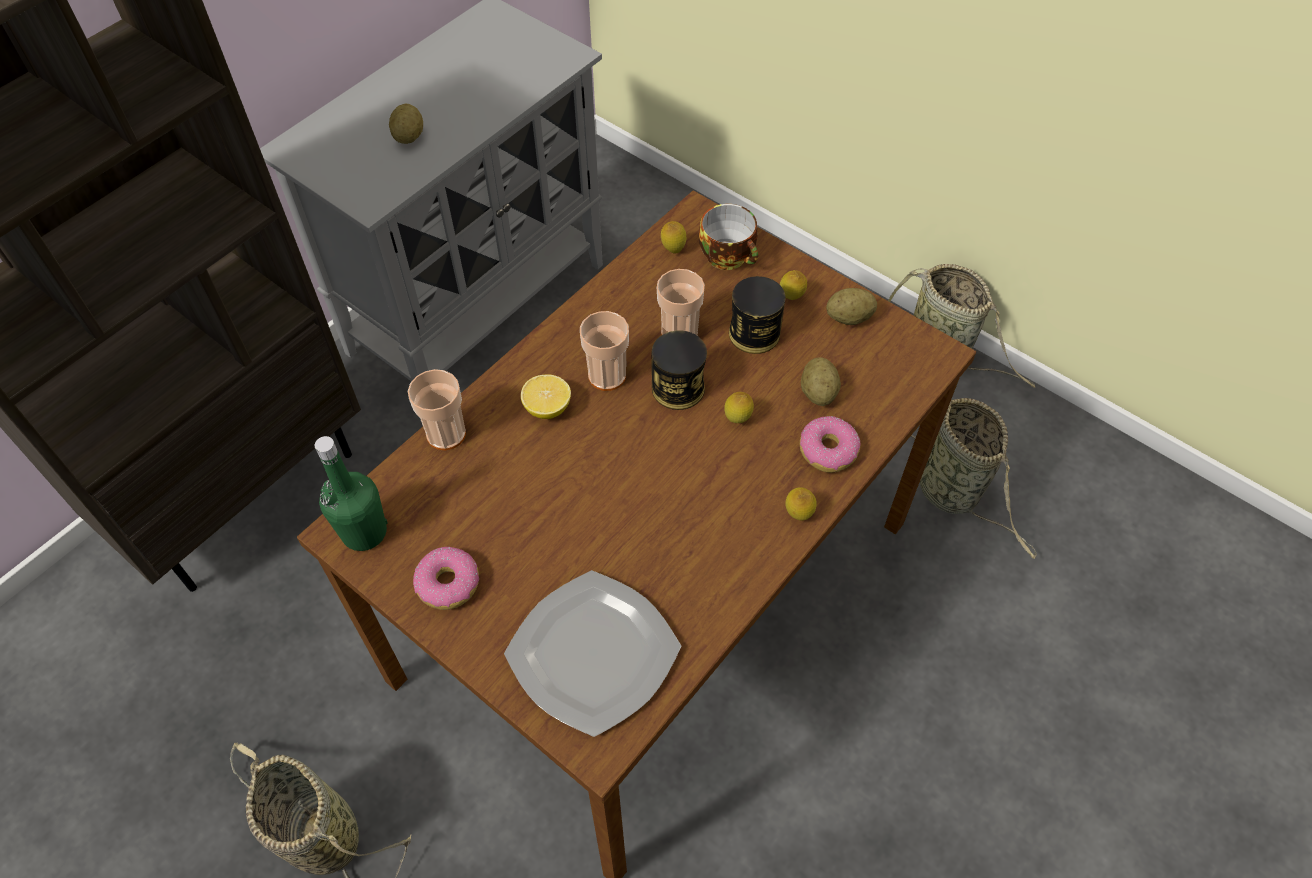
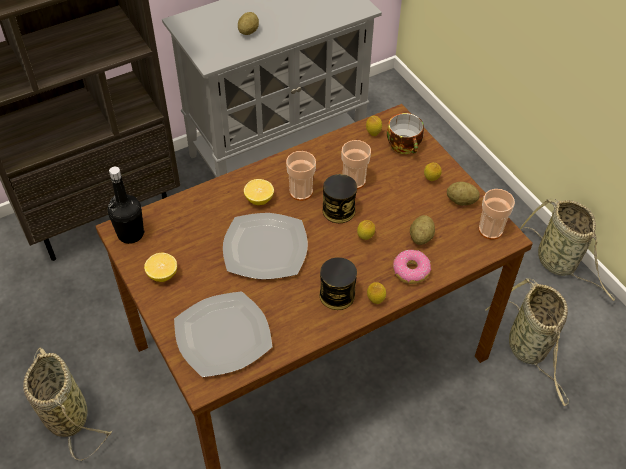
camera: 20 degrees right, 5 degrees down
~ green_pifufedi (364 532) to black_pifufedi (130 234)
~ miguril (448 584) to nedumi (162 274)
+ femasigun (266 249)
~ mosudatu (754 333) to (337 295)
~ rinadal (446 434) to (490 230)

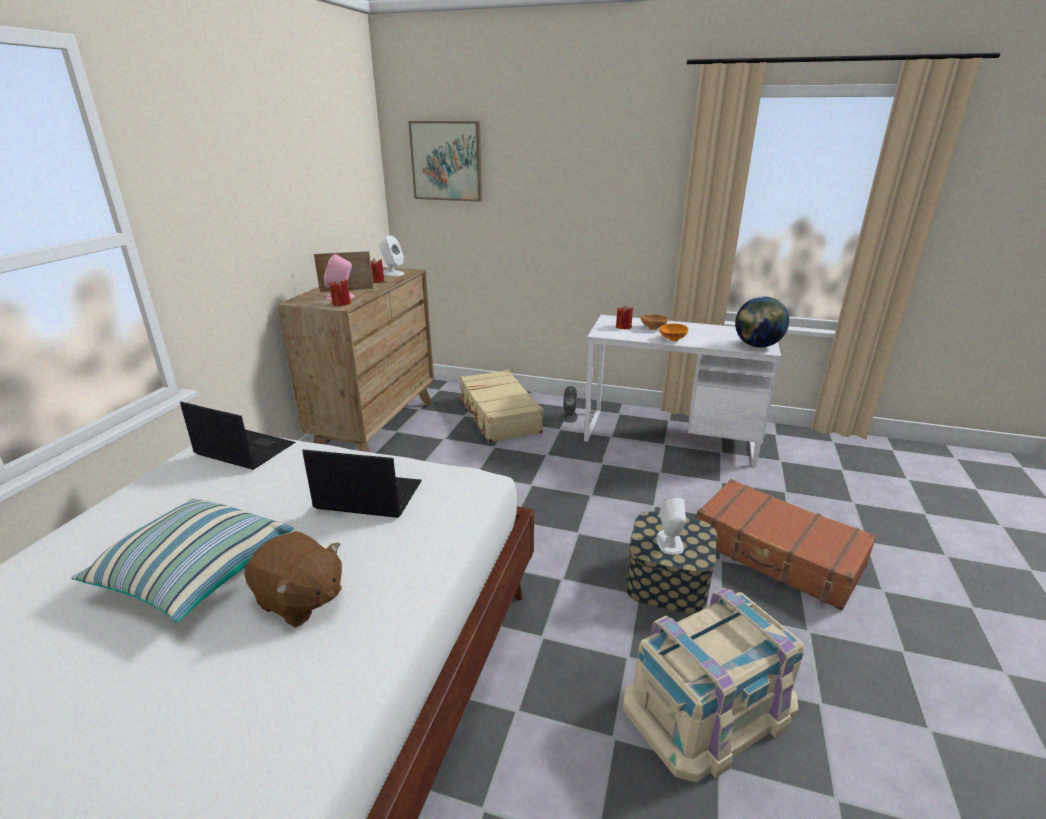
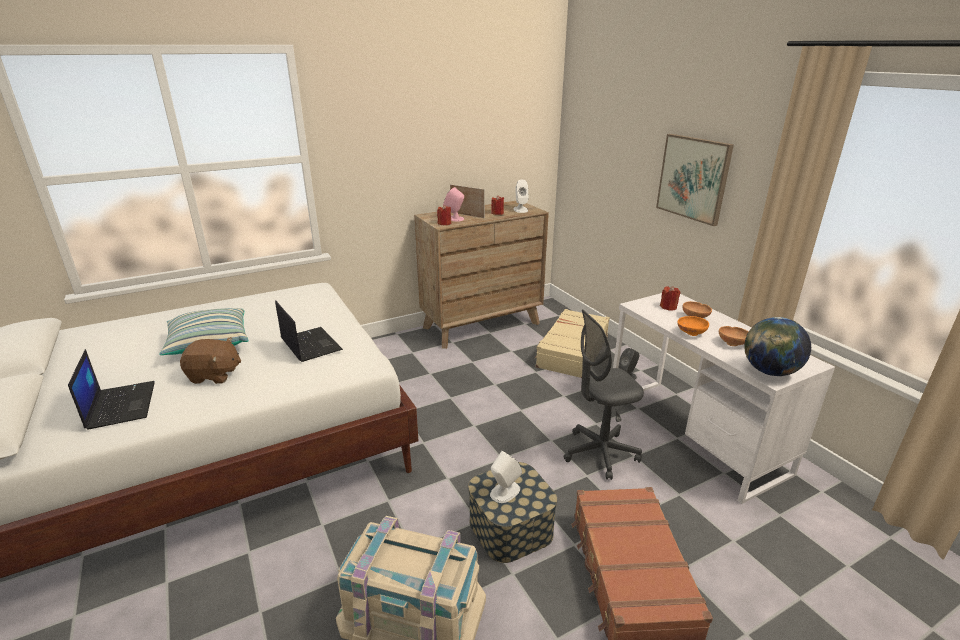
camera: 45 degrees right, 0 degrees up
~ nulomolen (243 449) to (120 405)
~ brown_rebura (300 600) = (214 375) 75 degrees counterclockwise
+ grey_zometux (600 453)
~ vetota (446 161) to (693 178)
+ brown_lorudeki (733 343)

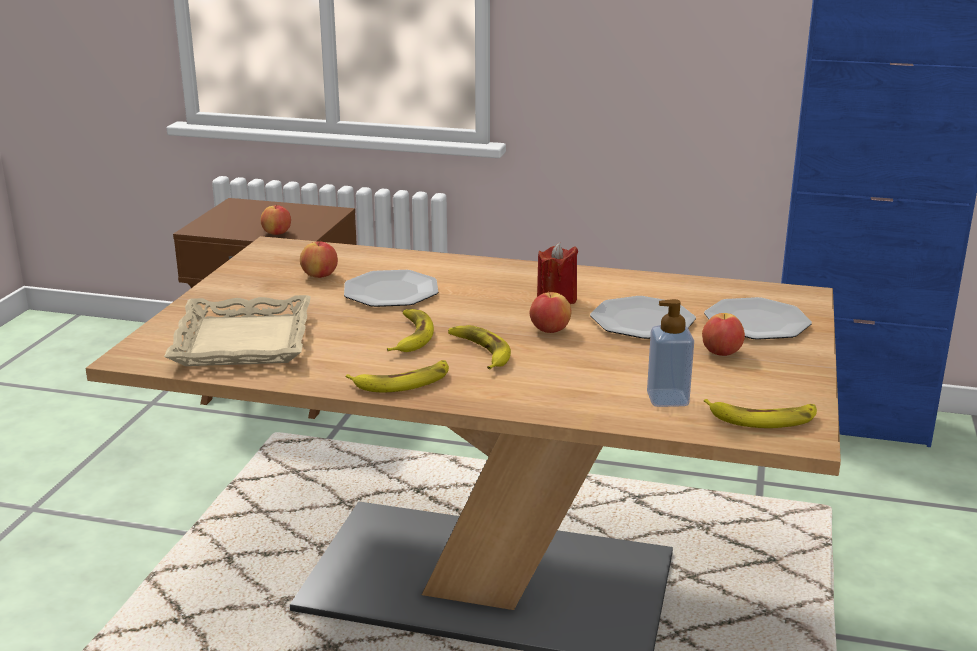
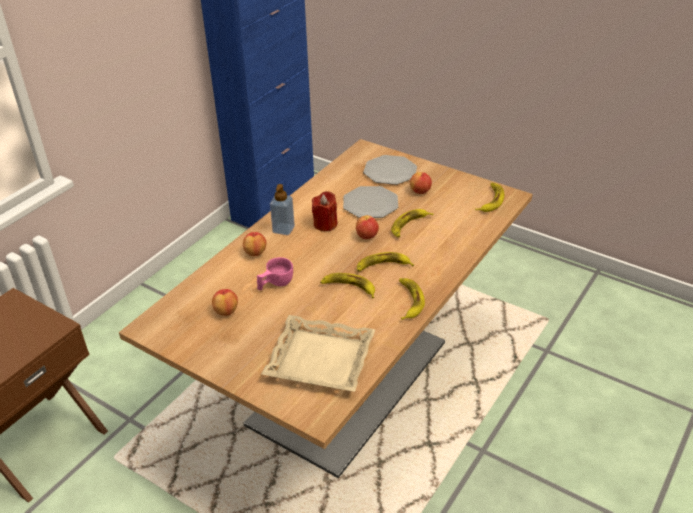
camera: 70 degrees left, 15 degrees up
~ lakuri (277 233) to (255 253)
~ femasigun (391 291) to pink_rinadal (275 284)
~ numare (667 399) to (283 229)
+ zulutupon (409 226)

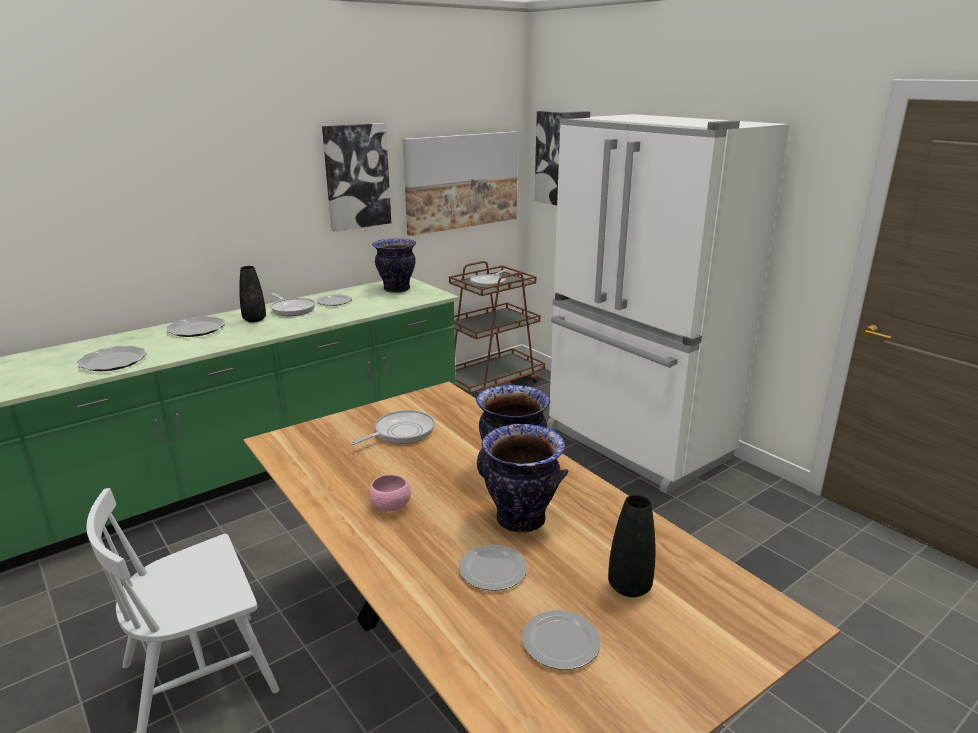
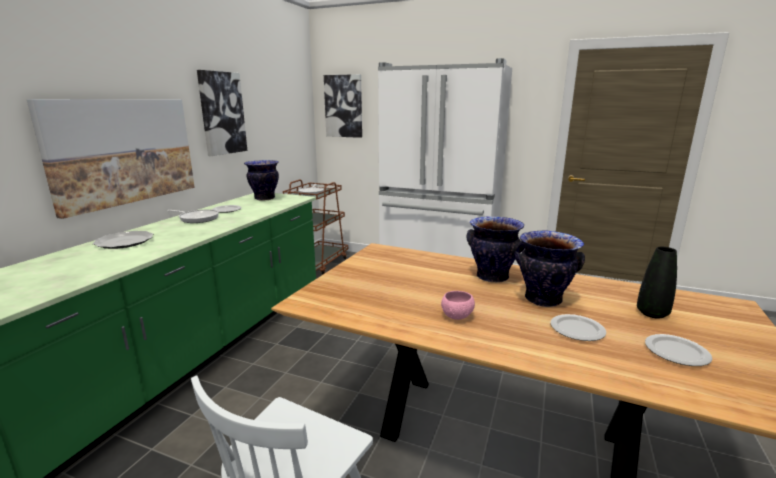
camera: 30 degrees left, 5 degrees down
~ vetota (461 181) to (123 151)
- femasigun (113 361)
- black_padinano (254 319)
- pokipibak (400 432)

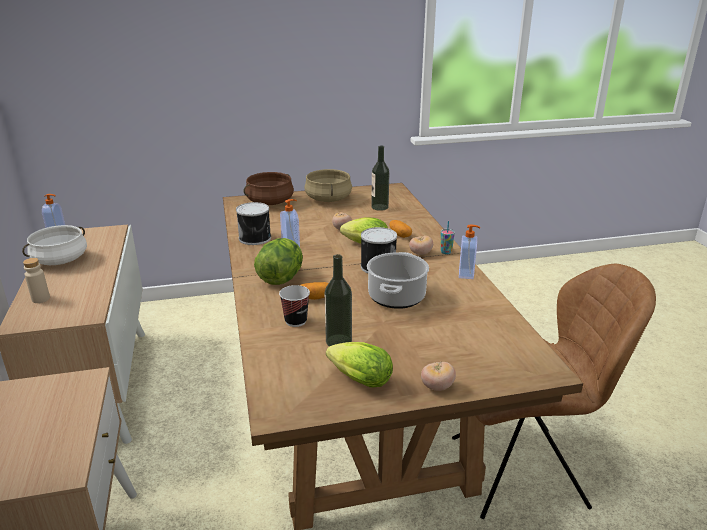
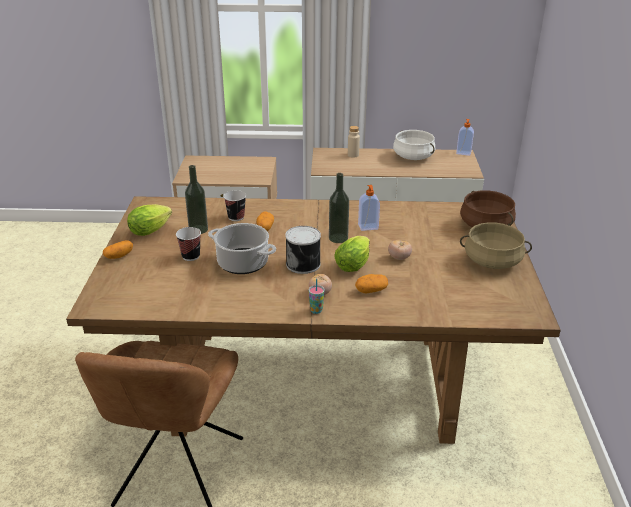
camera: 105 degrees right, 5 degrees up
~ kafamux (437 387) to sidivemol (119 256)
+ rinadal (191 256)
~ pifufedi (379 207) to (338 238)
- mosudatu (256 238)
- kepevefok (281 278)
- numare (467 274)

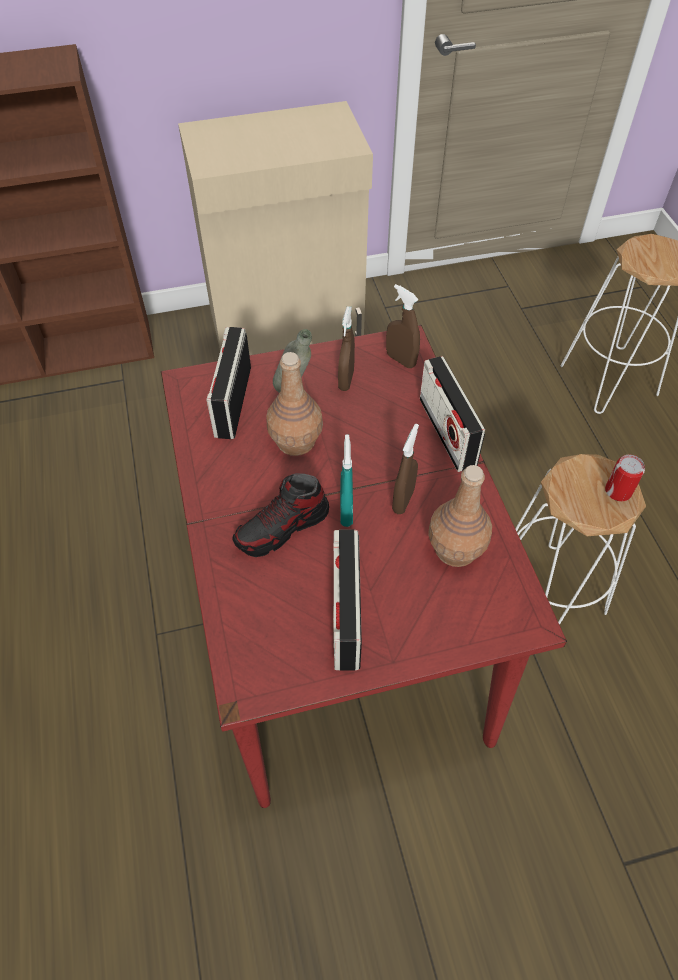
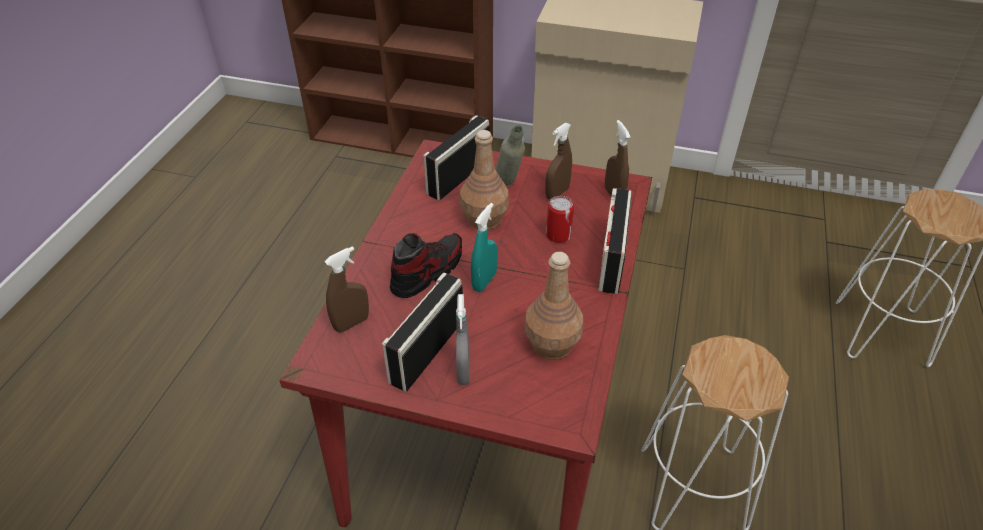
camera: 30 degrees right, 10 degrees down
~ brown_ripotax (403 500) to (351 323)
~ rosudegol (282 528) = (427 272) 135 degrees clockwise
+ grey_ripotax (463 371)
~ mosudatu (618 491) to (558 235)

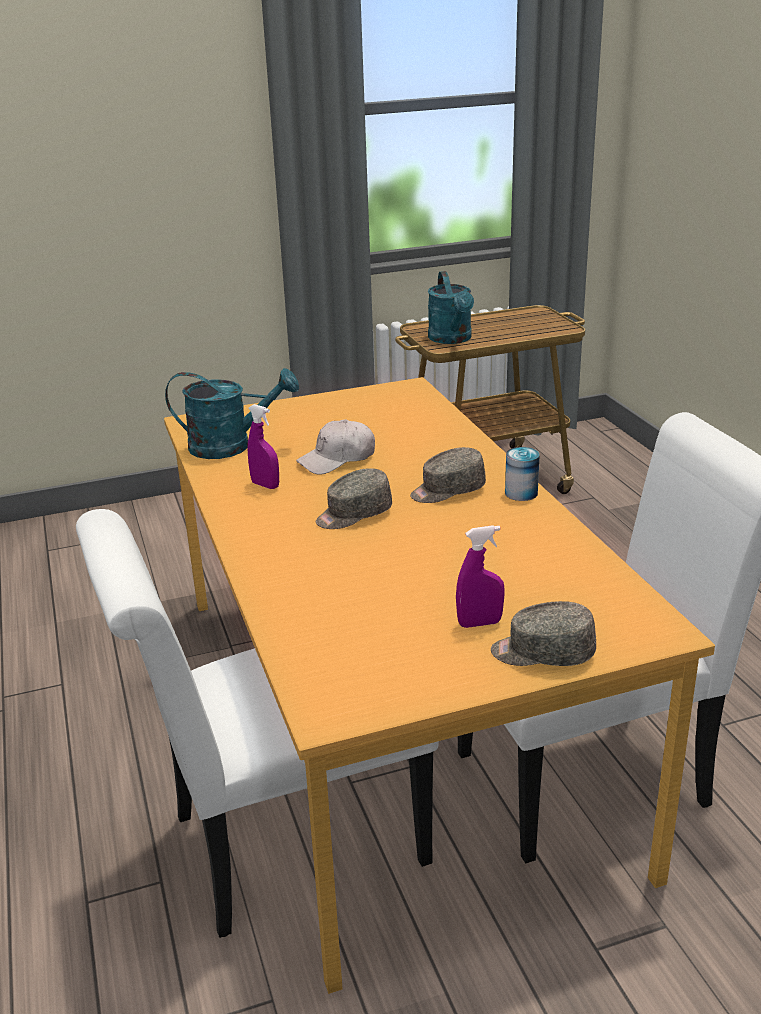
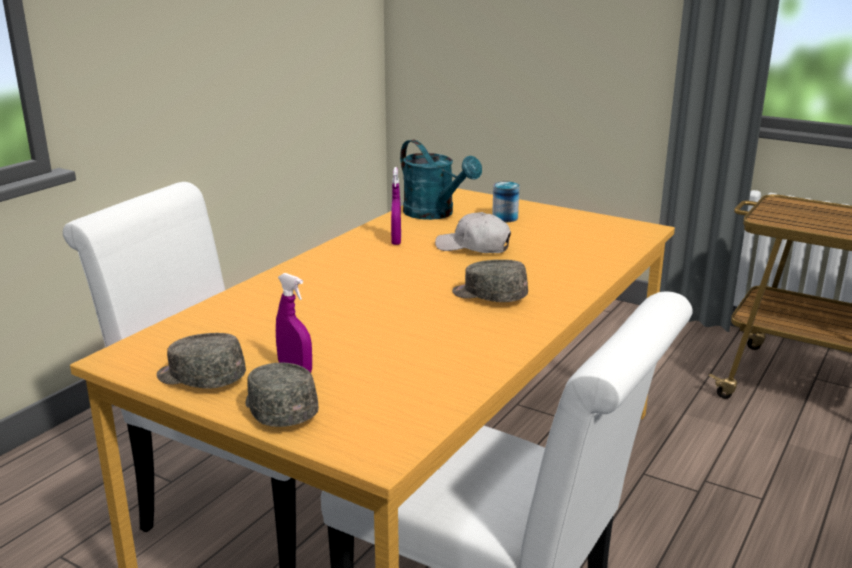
camera: 50 degrees right, 5 degrees down
~ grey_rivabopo (353 514) to (200 378)
~ mosudatu (521 493) to (505 218)
- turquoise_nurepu (452 339)

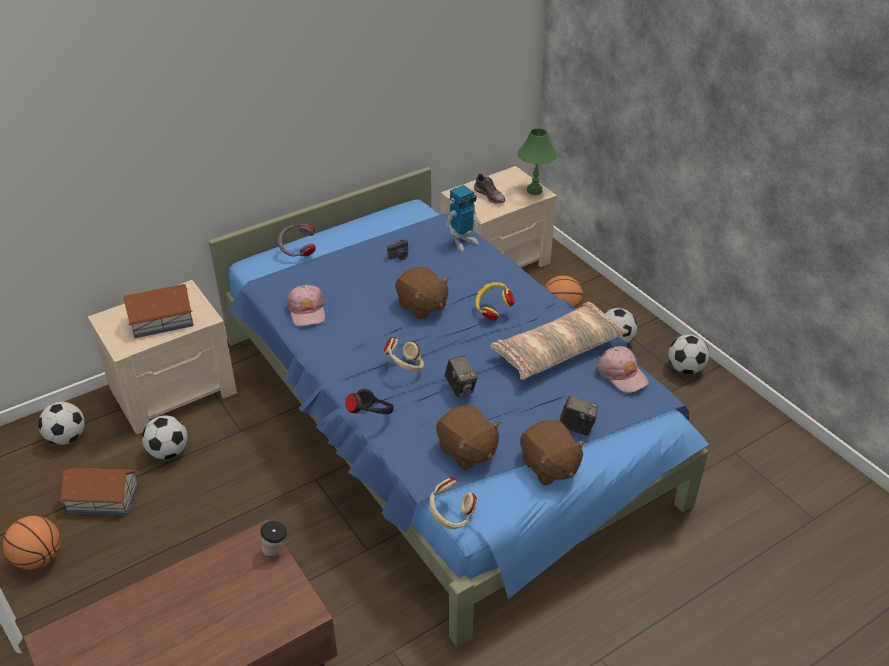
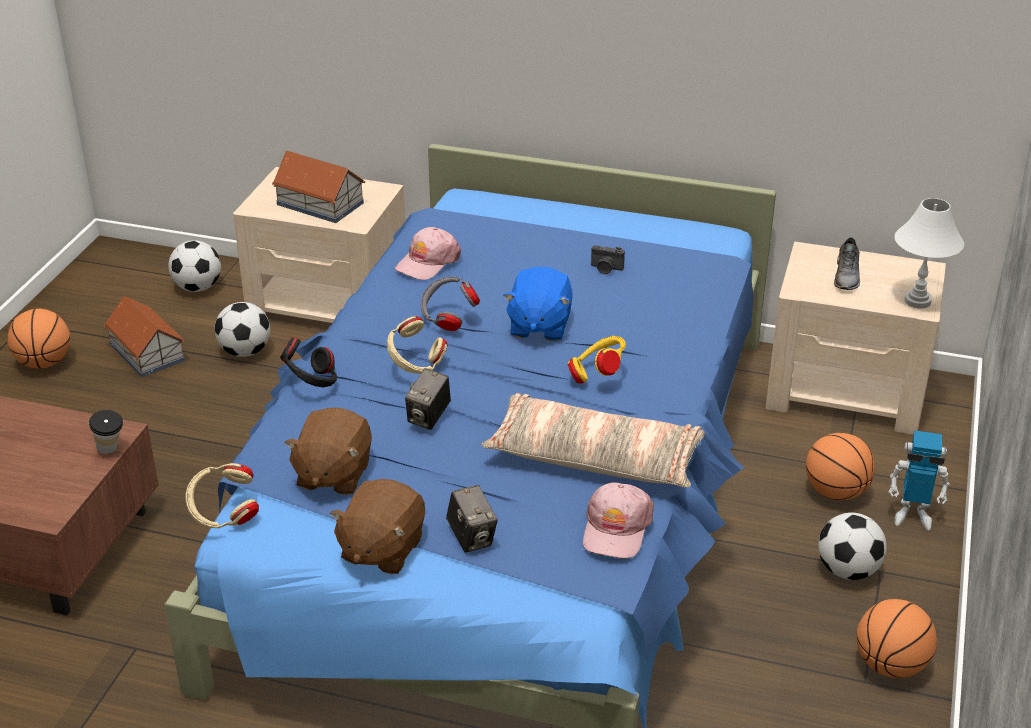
camera: 50 degrees right, 5 degrees down
~ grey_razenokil (298 251) to (448 319)
~ brown_rebura (422 306) to blue_rebura (538 326)
~ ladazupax (685 368) to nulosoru (890 665)
~ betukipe (463 242) to (913 515)
~ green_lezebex (535 190) to white_lezebex (917 301)

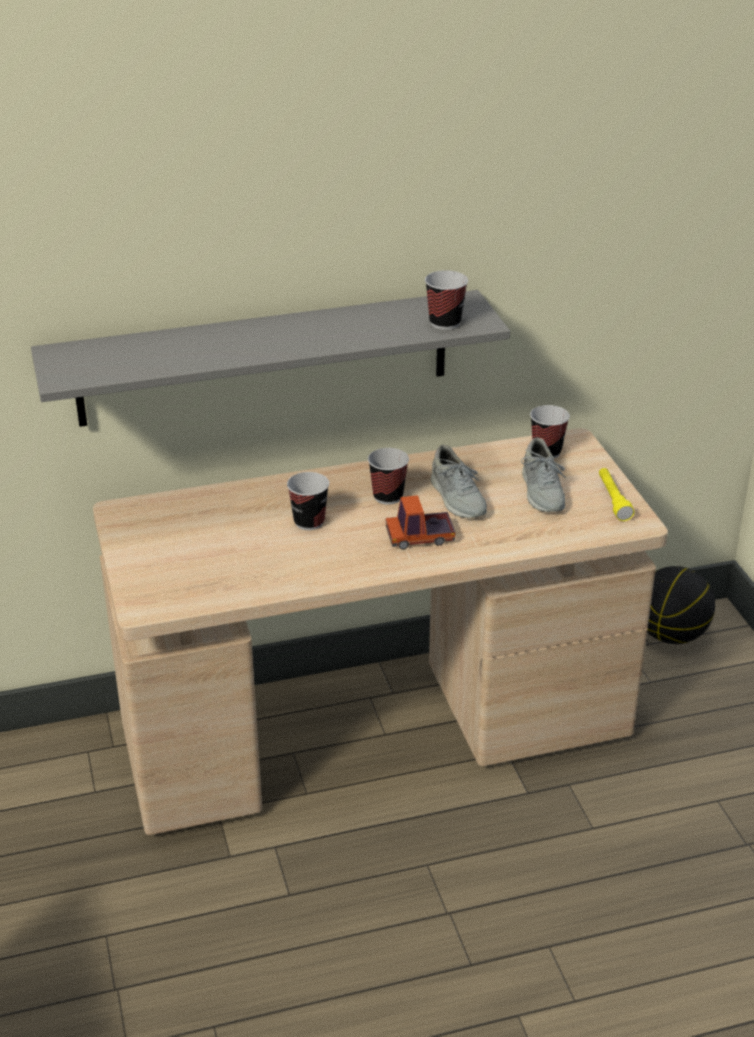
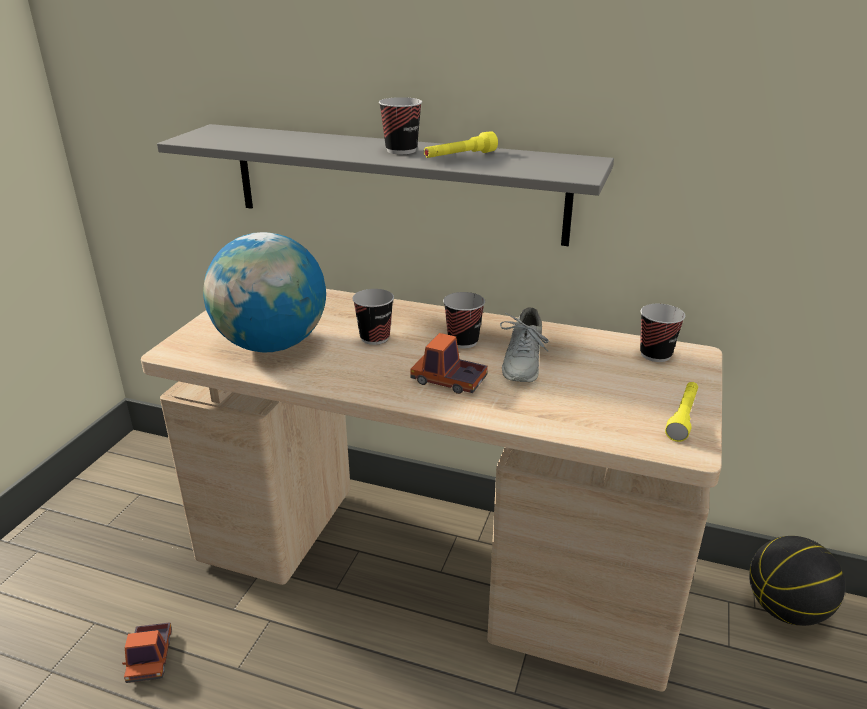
camera: 35 degrees right, 5 degrees down
+ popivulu (150 658)
+ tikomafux (272 345)
~ rinadal (445 323) to (401 150)
+ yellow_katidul (459 157)
- grey_rosudegol (542 492)

